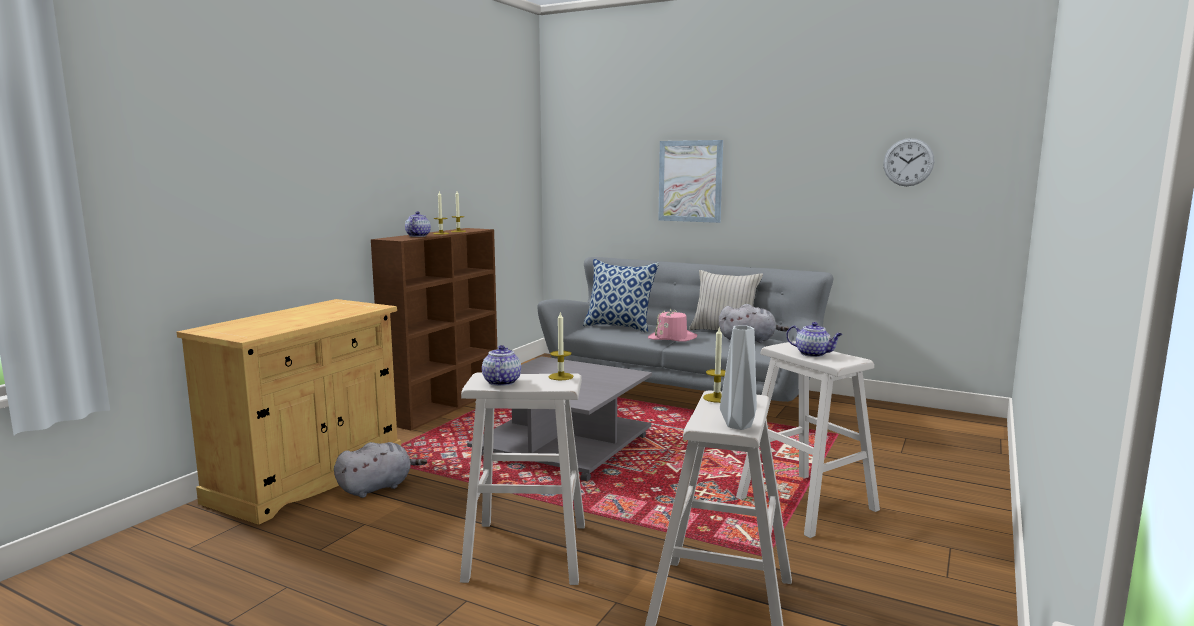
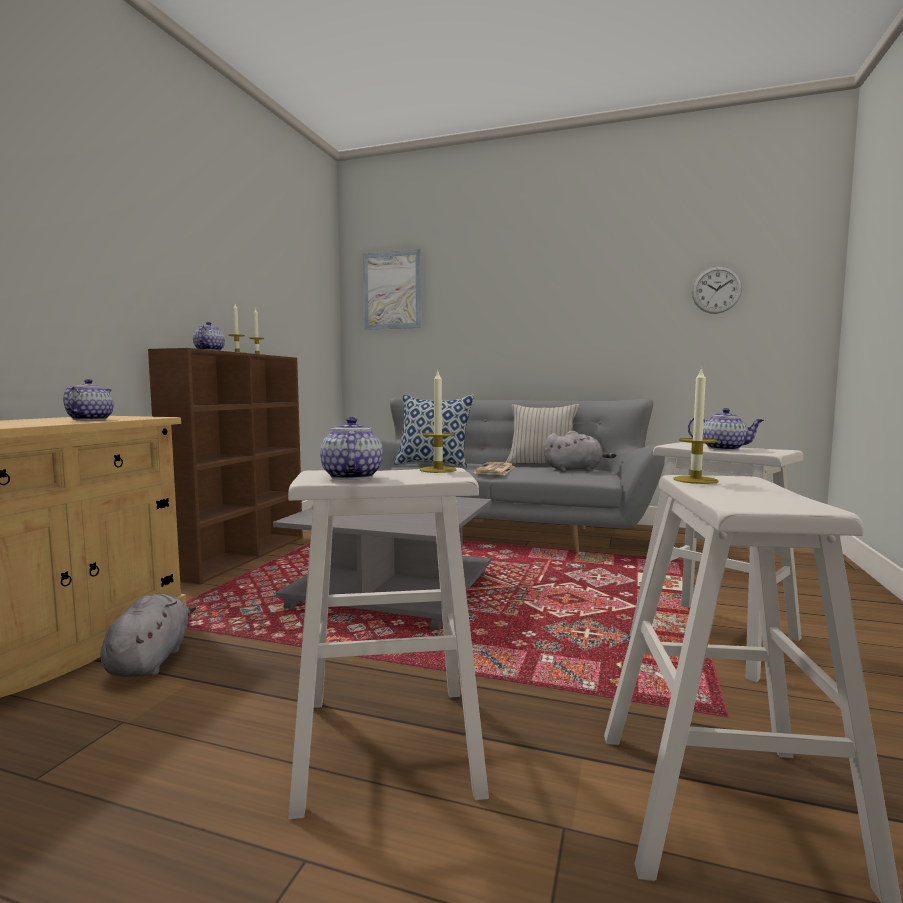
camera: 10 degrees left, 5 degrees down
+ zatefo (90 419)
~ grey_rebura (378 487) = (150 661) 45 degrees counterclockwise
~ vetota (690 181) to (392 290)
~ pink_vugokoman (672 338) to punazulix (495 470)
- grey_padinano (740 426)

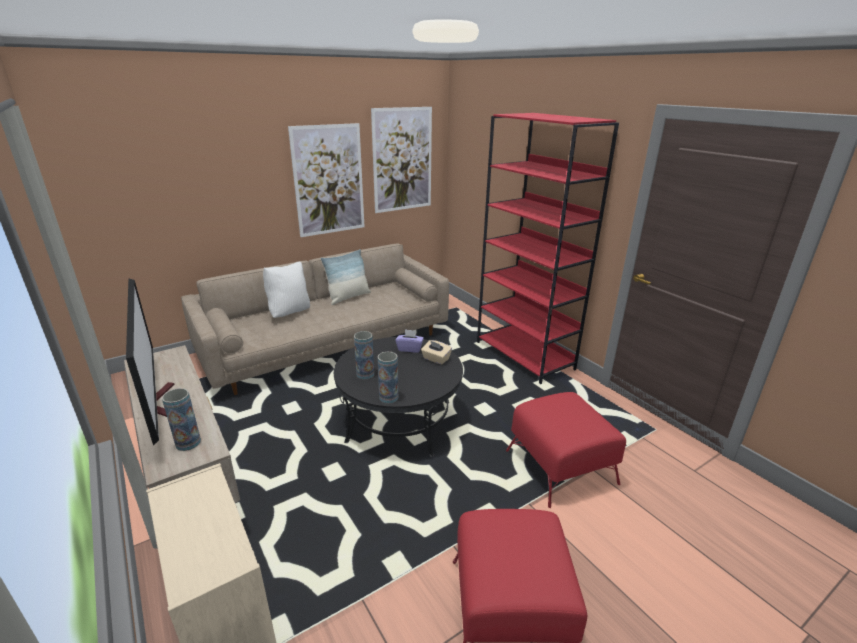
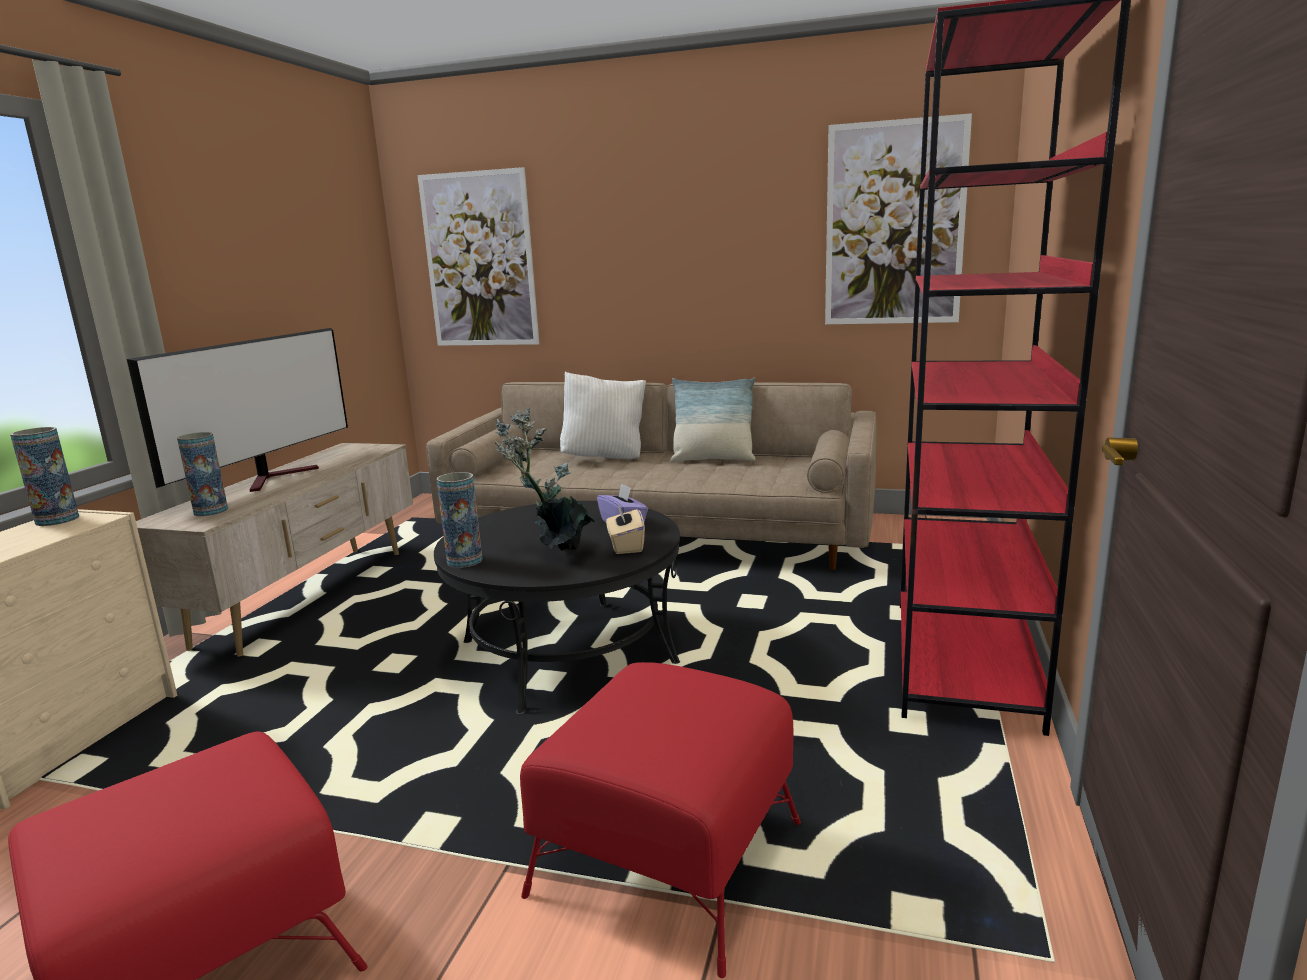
camera: 50 degrees right, 10 degrees down
~ padinano (365 374) to (57 520)
~ vetota (329 180) to (479 260)
+ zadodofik (554 552)

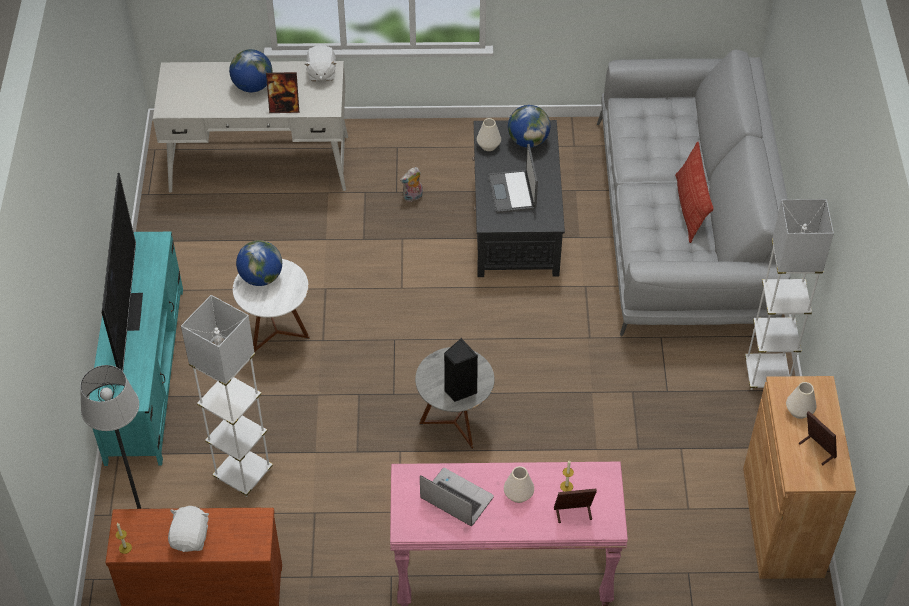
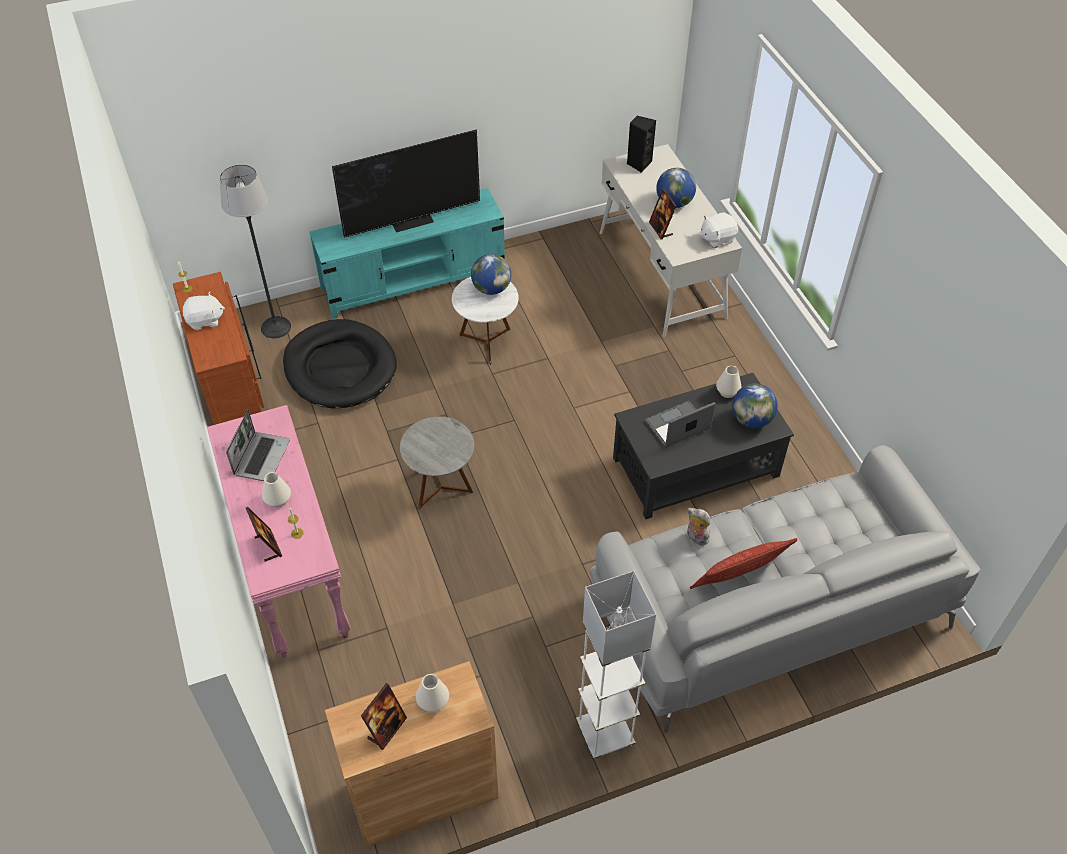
camera: 70 degrees right, 0 degrees up
~ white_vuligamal (243 474) to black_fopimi (340 368)
~ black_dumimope (459 390) to (638 163)
~ rebura (413 197) to (695 538)

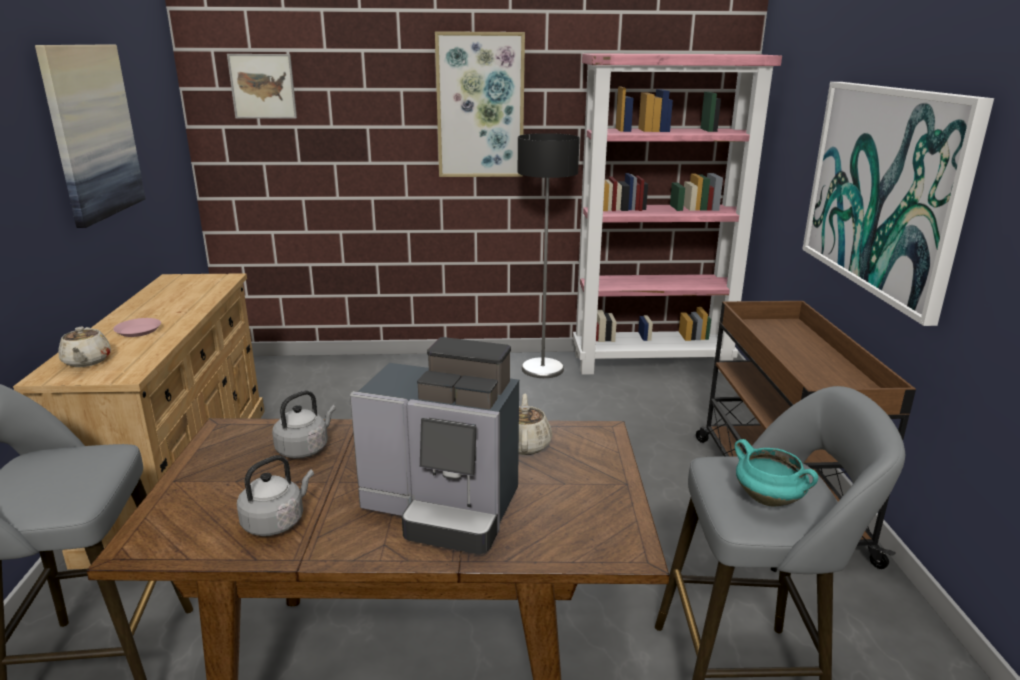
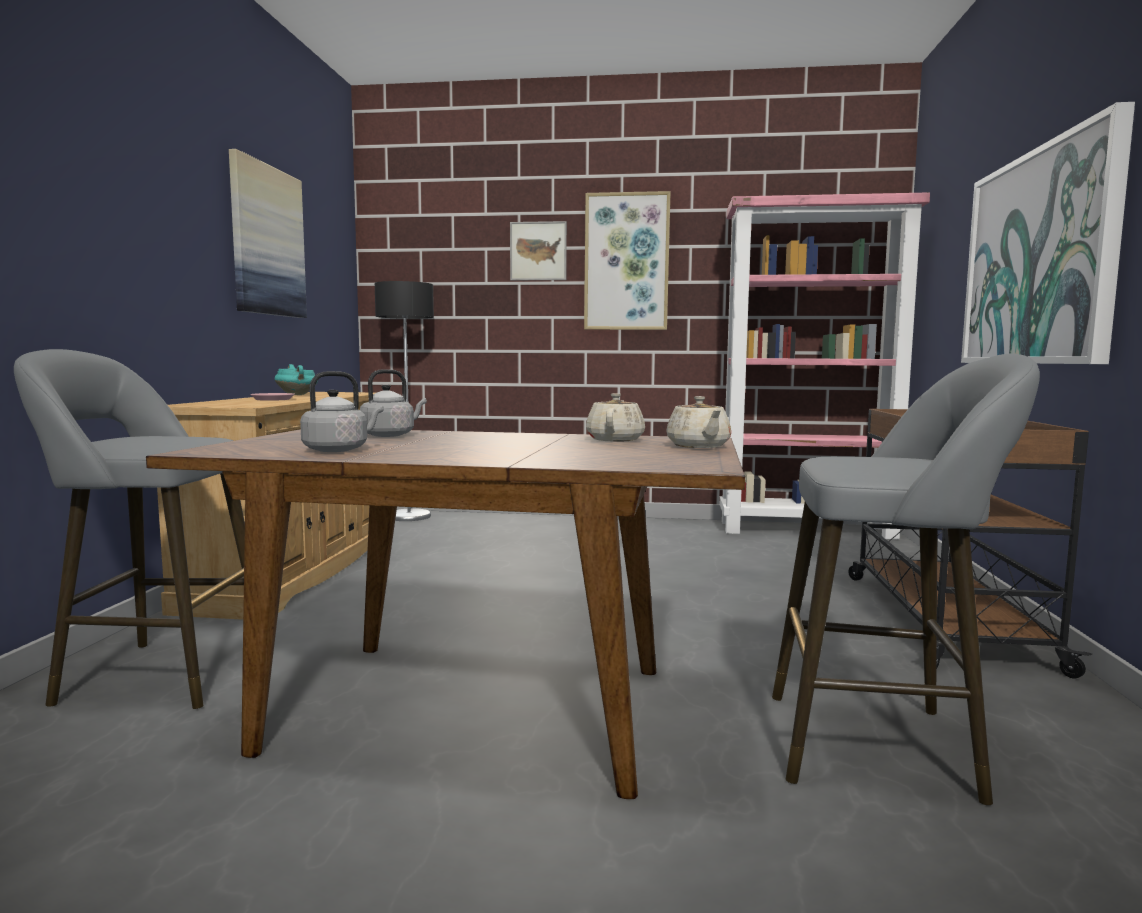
camera: 10 degrees right, 15 degrees down
~ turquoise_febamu (769 499) to (297 395)
~ vuligamal (542 369) to (409 516)
~ vetota (262 86) to (538 251)
~ beige_zatefo (87 361) to (698 446)
- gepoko (444 508)

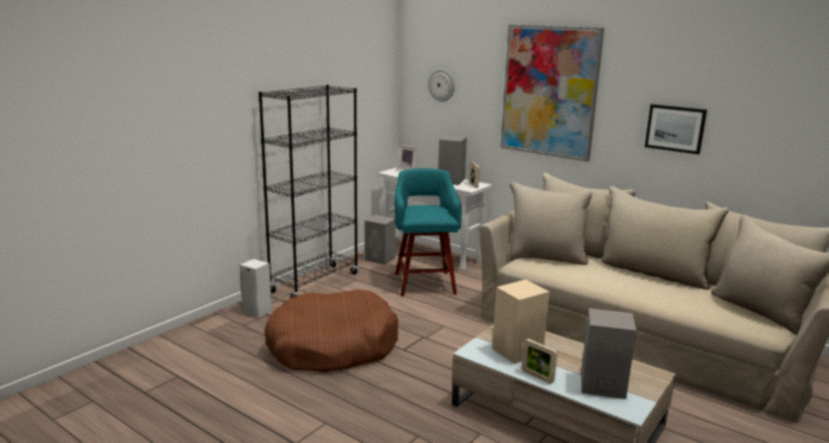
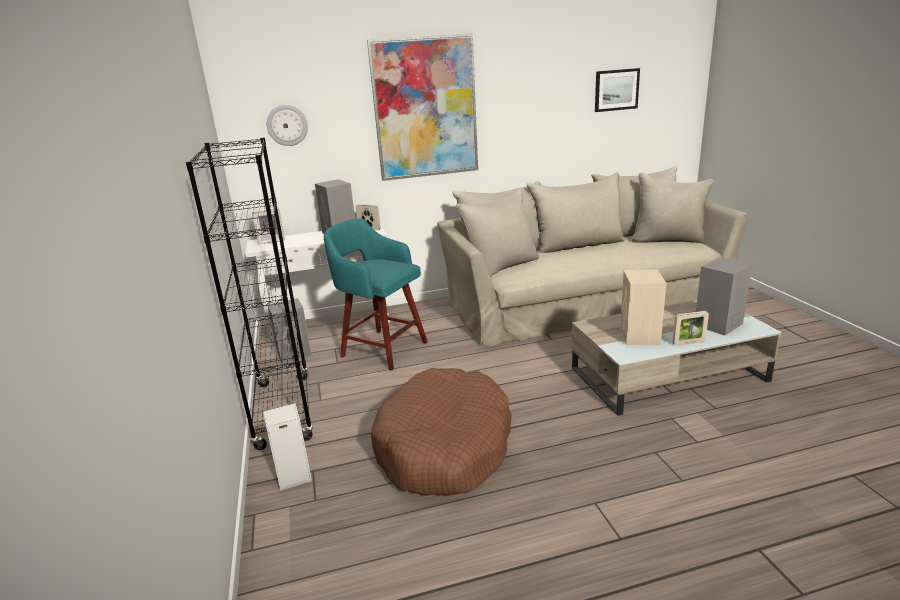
camera: 50 degrees left, 5 degrees up
~ vetota (675 128) to (616 90)

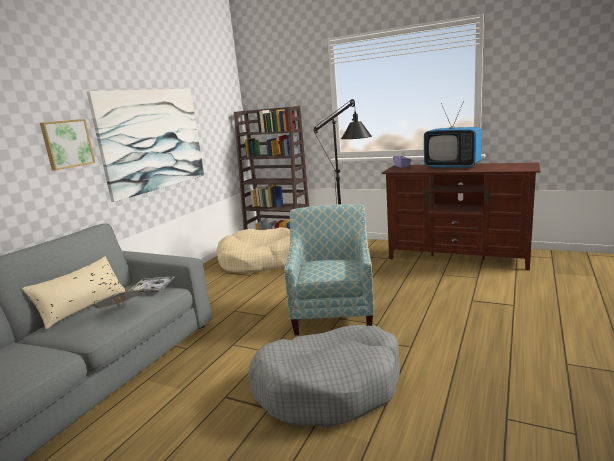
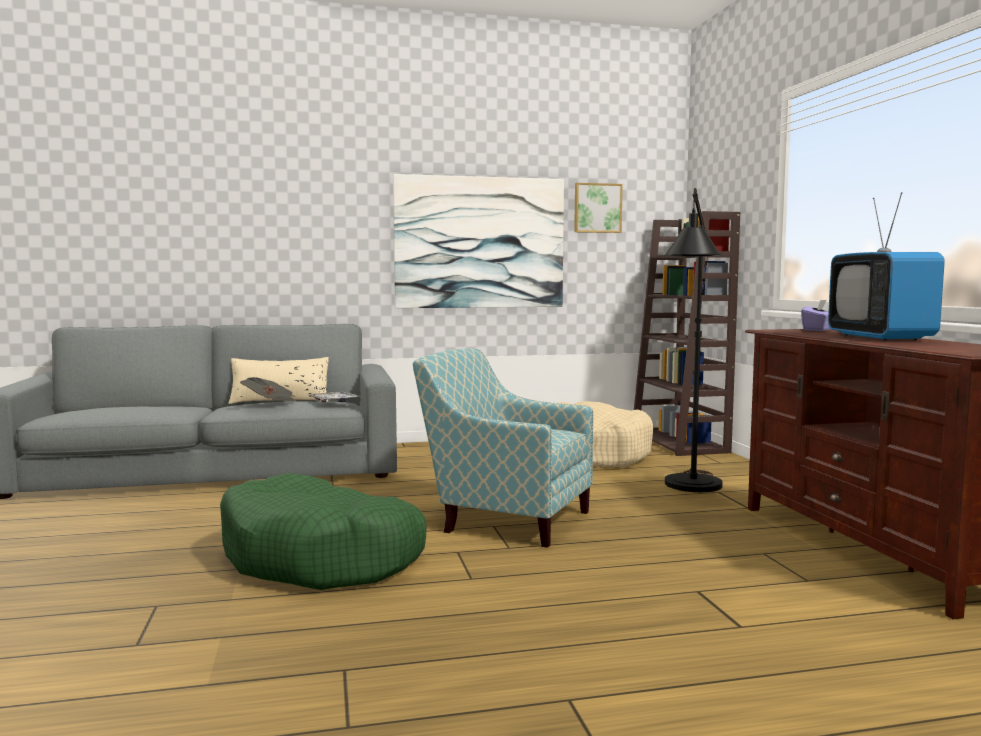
camera: 50 degrees right, 10 degrees down
~ grey_fopimi (329 387) to green_fopimi (321 558)
~ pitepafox (333 312) = (505 519) 120 degrees counterclockwise
~ vetota (67 144) to (597 208)

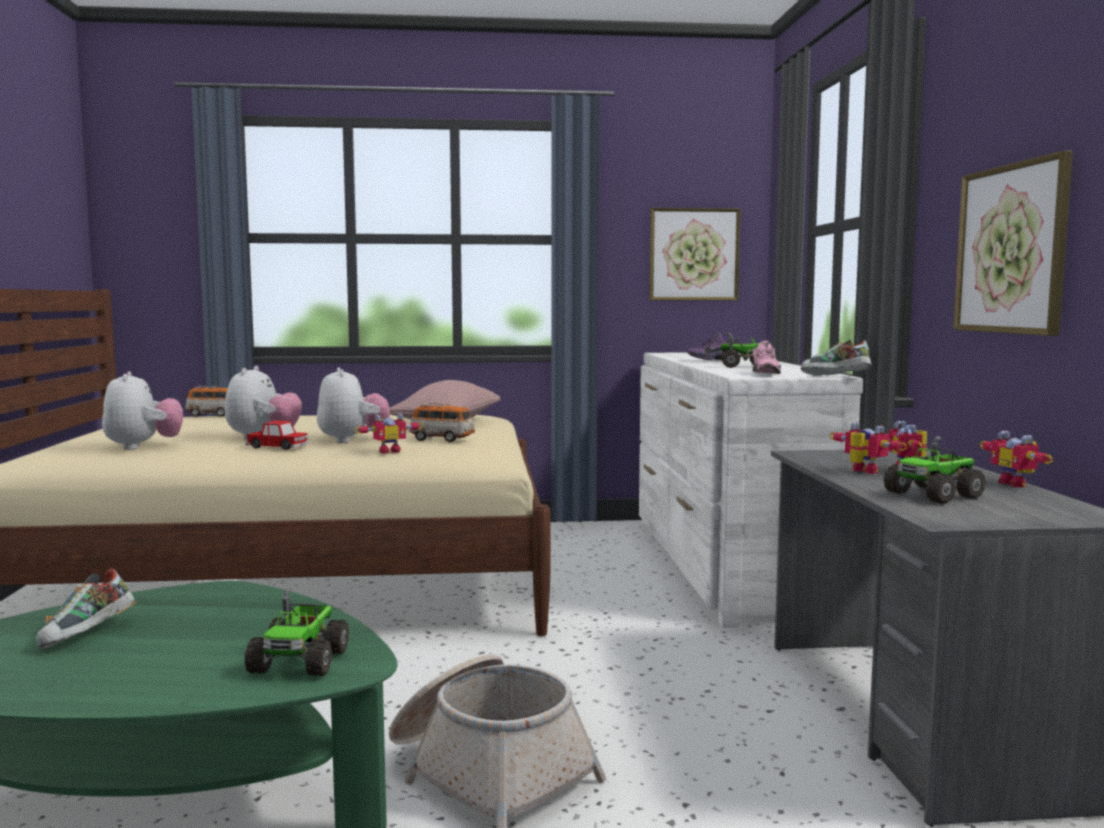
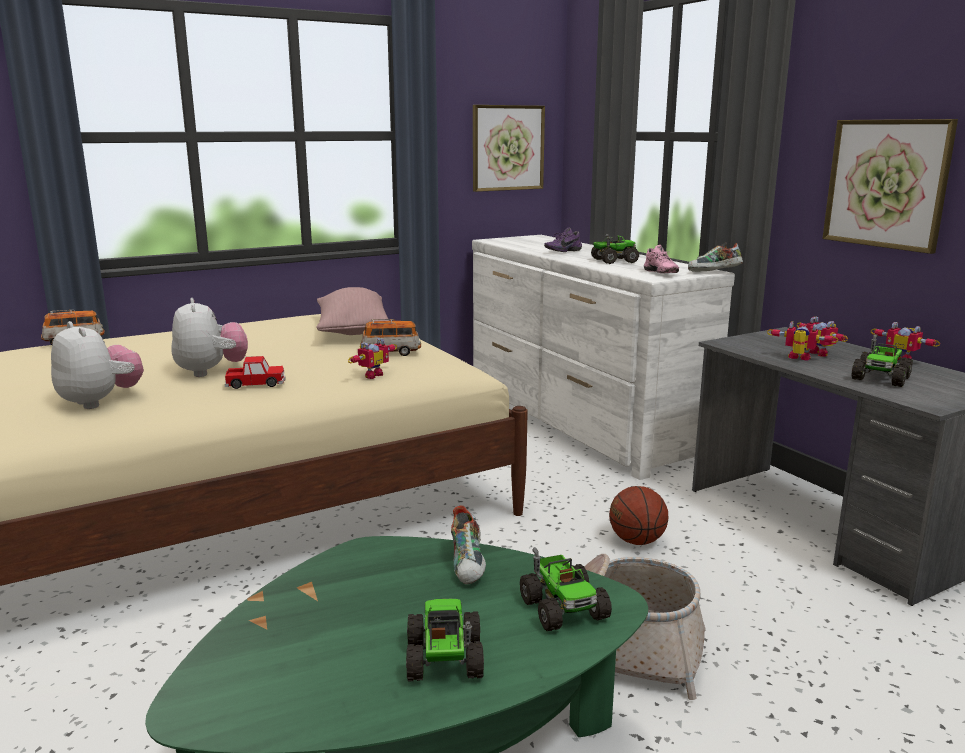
camera: 25 degrees left, 10 degrees up
+ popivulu (444 660)
~ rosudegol (88 635) to (469 565)
+ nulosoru (636 541)
- rebura (352 440)

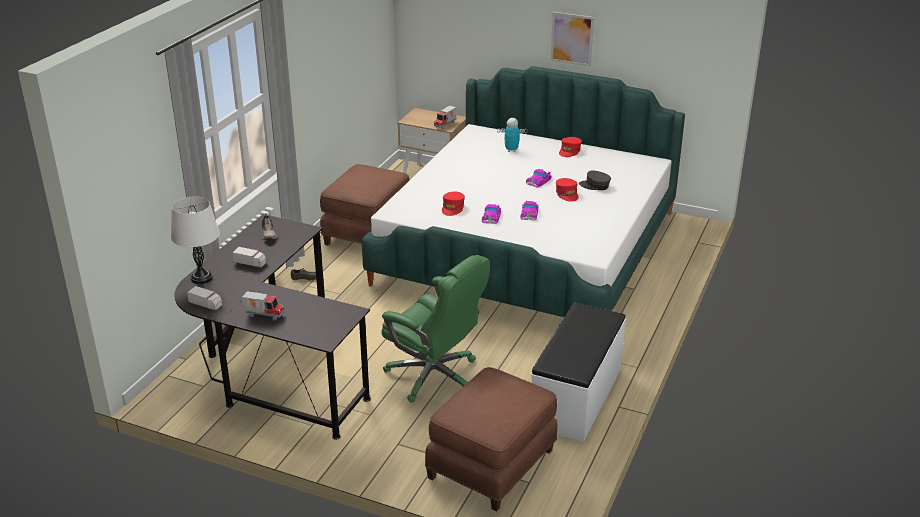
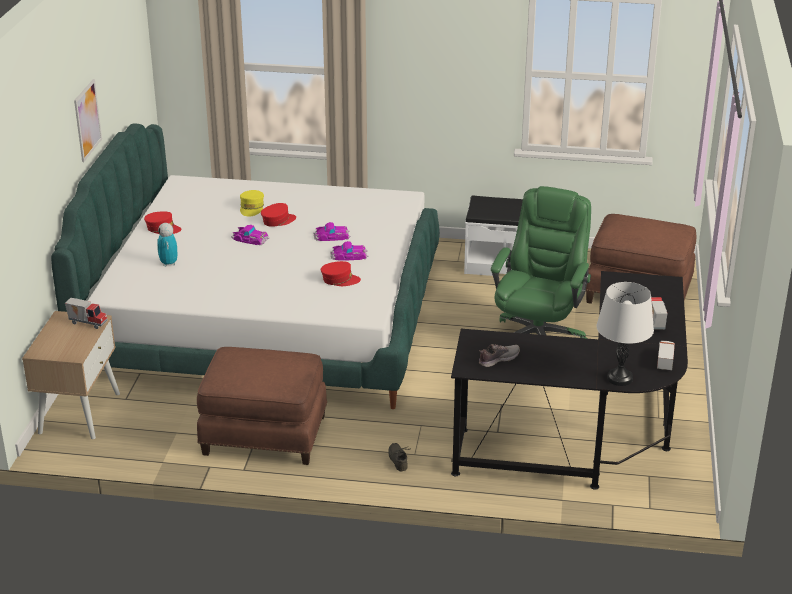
camera: 105 degrees left, 0 degrees up
~ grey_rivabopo (595 186) to yellow_rivabopo (252 208)
- popivulu (250 263)

